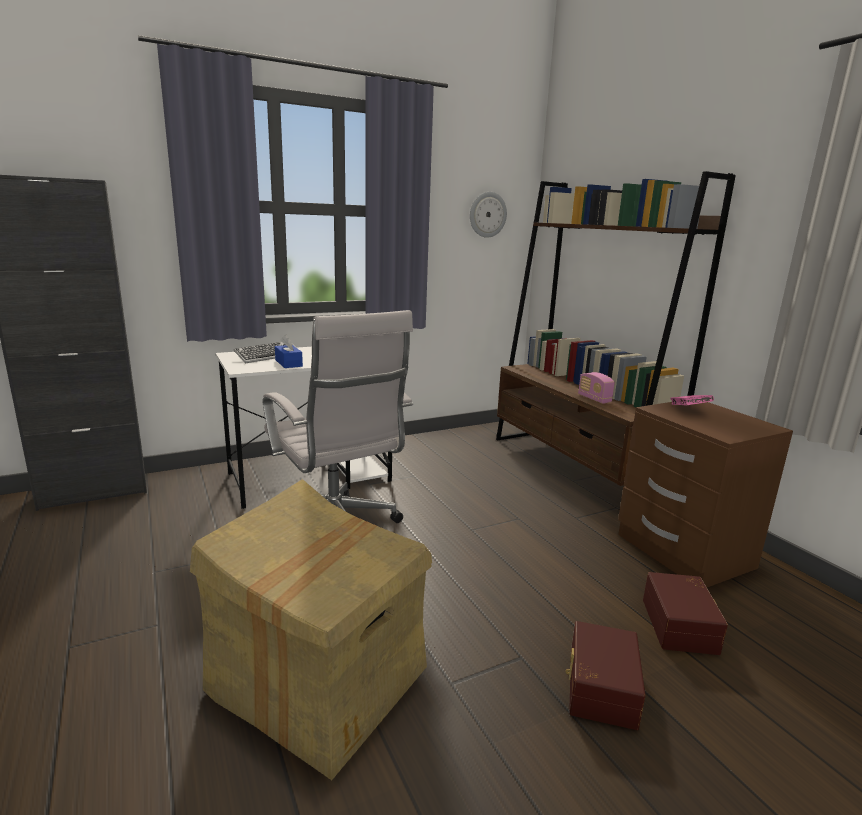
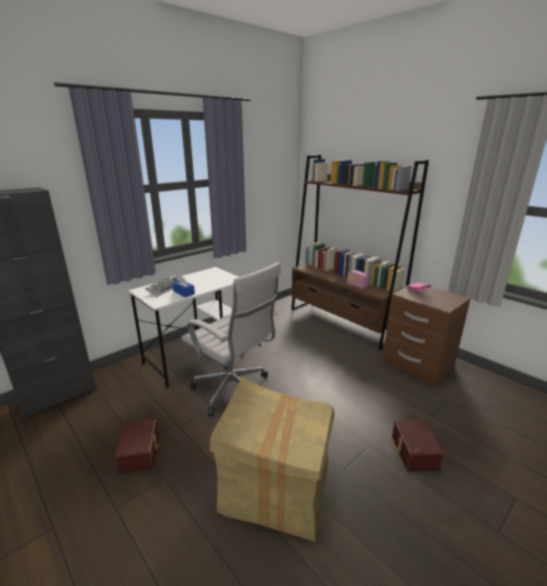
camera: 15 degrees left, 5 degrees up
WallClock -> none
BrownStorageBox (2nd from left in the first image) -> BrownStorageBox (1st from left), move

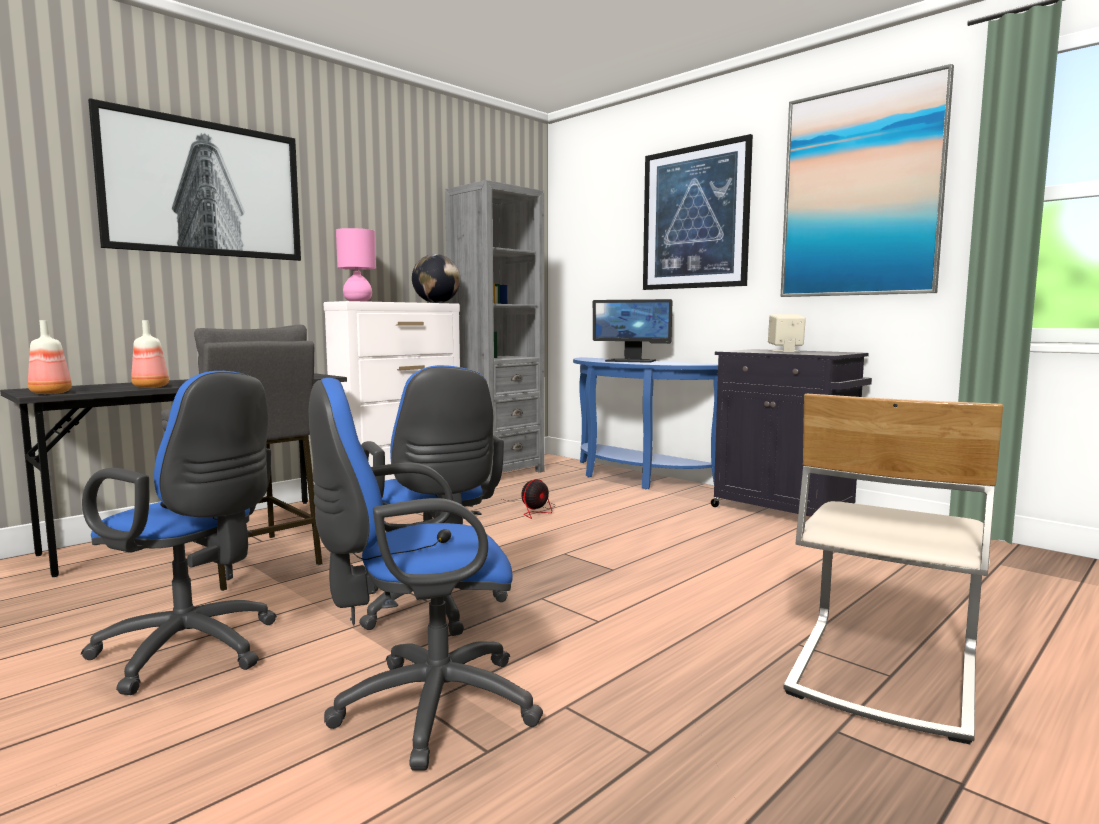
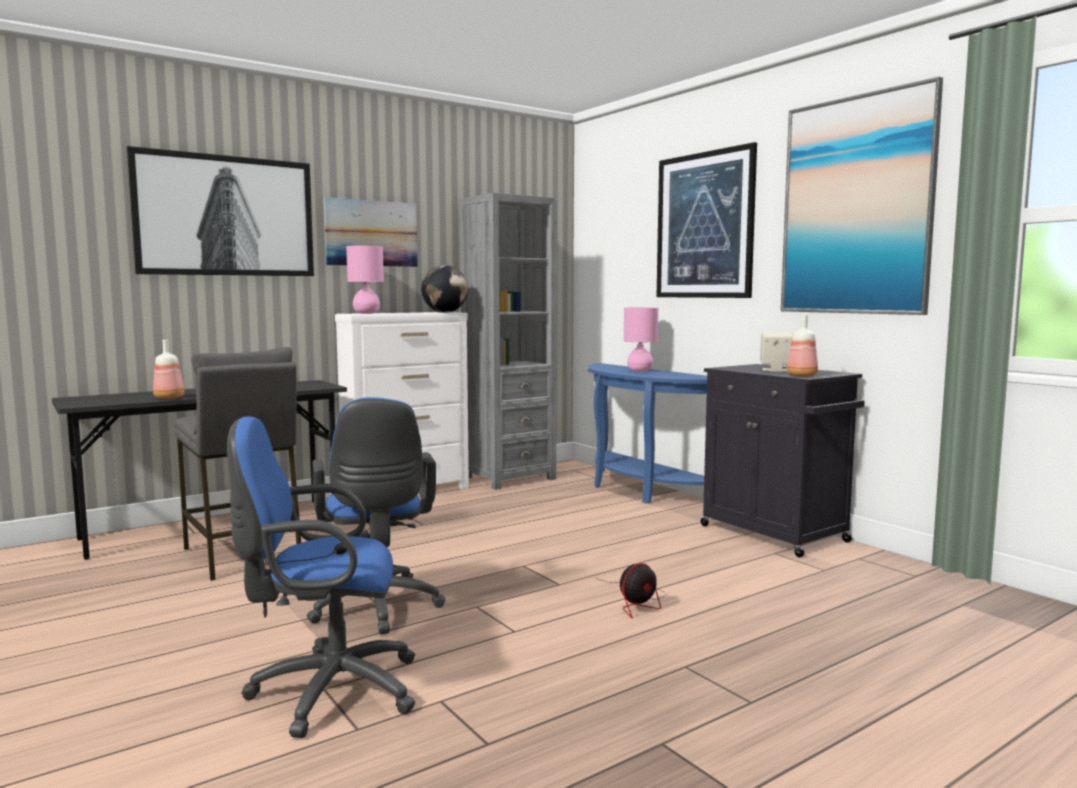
camera: 10 degrees right, 0 degrees up
BlueOfficeChair (1st from left) -> none
BeigeChair -> none
none -> Picture (2nd from left)
Bottle (1st from left in the first image) -> Bottle (2nd from left), move
Fan, move
Monitor -> PinkTableLamp (2nd from left)

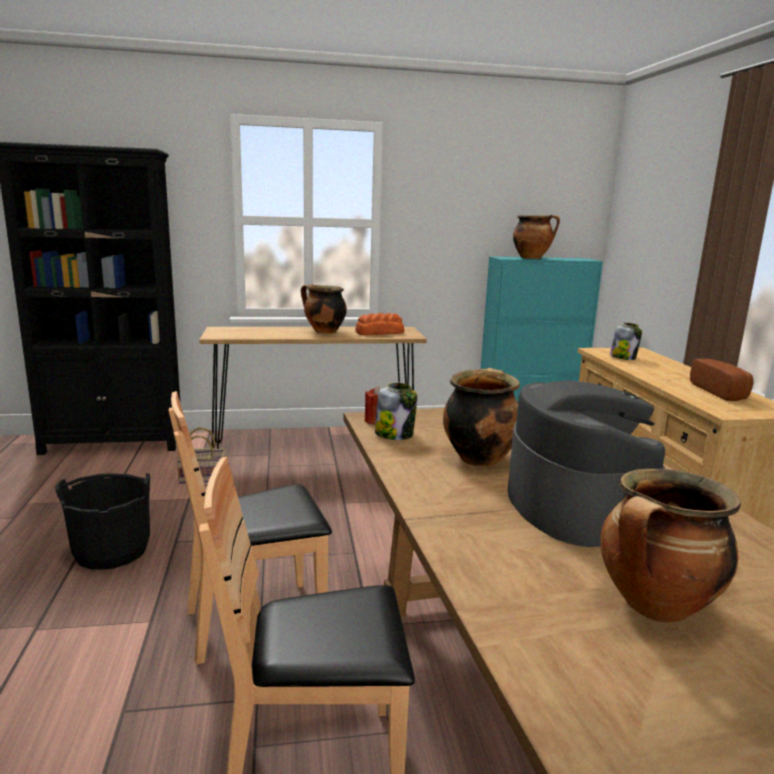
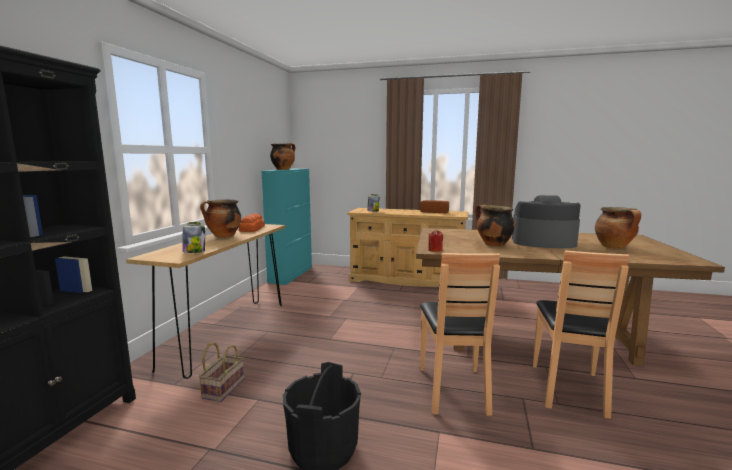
camera: 65 degrees left, 5 degrees down
Jar (1st from left), move

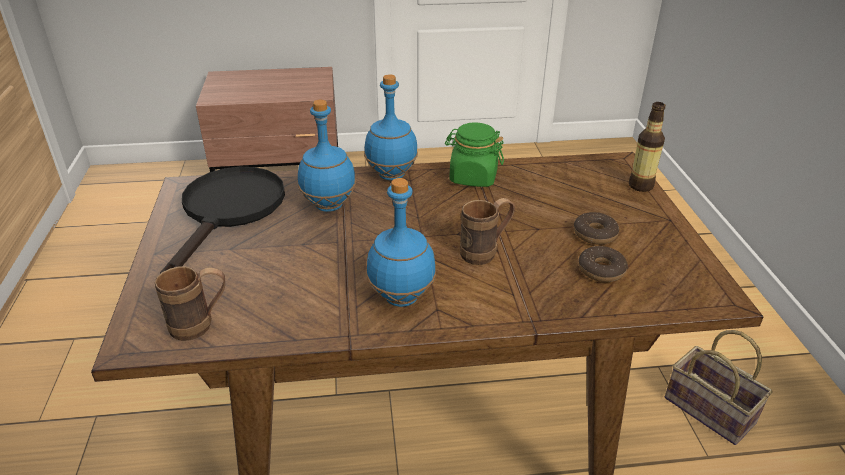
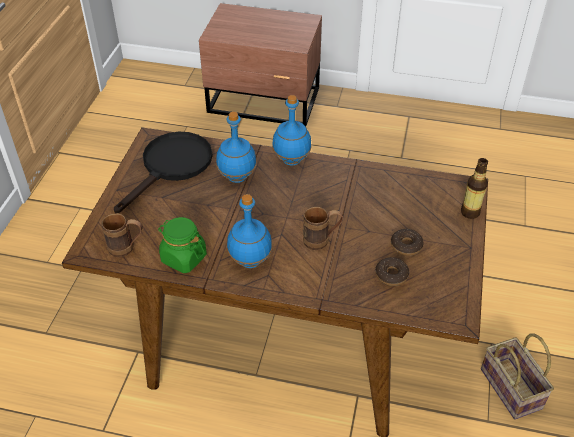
camera: 20 degrees right, 10 degrees up
GreenJar, move

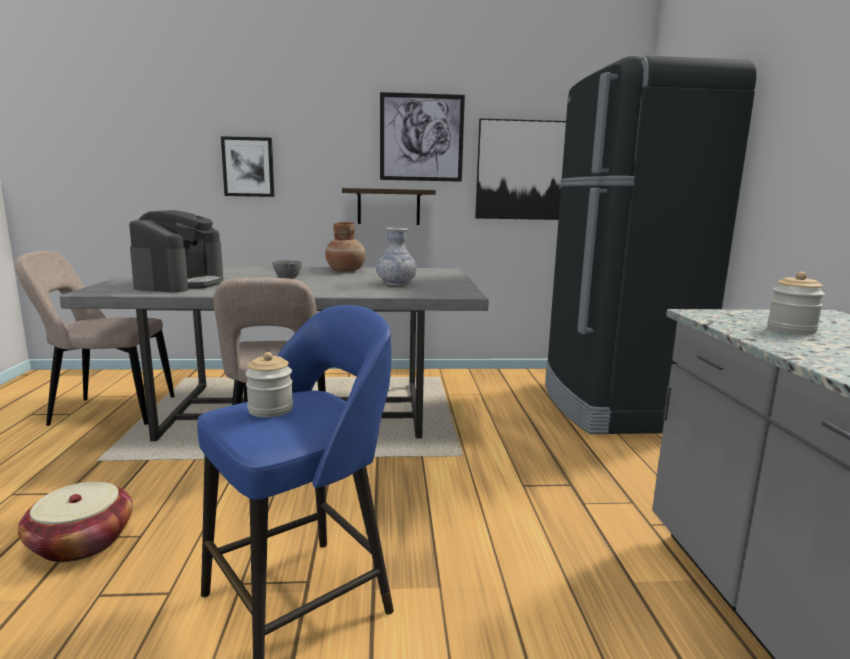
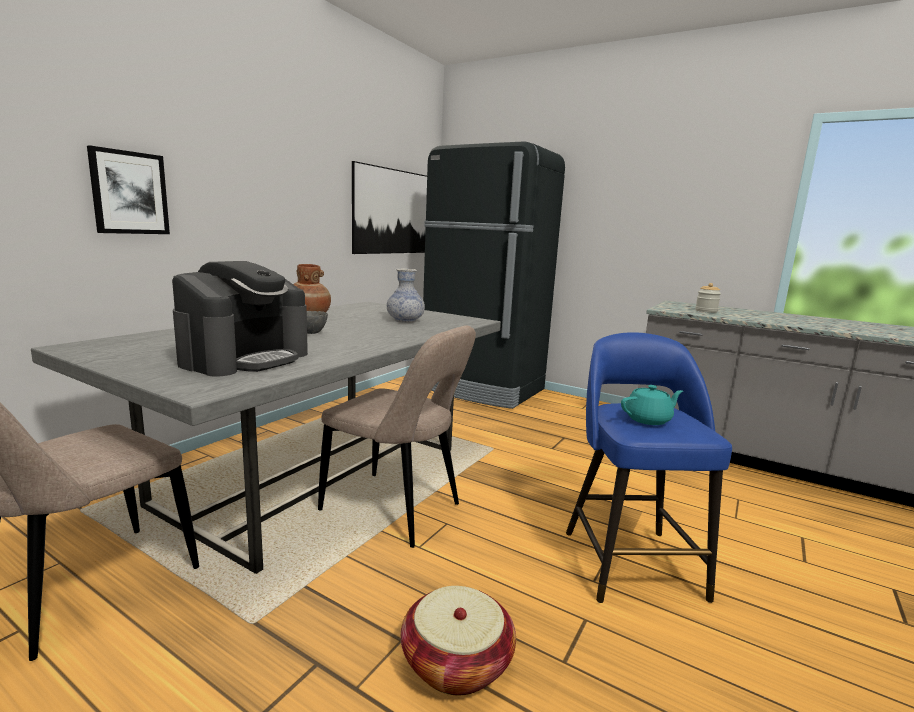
camera: 55 degrees left, 0 degrees up
Shelf -> none
Picture (2nd from left) -> none
Jar (1st from left) -> TurquoiseTeapot
CoffeeMachine, 75 degrees clockwise

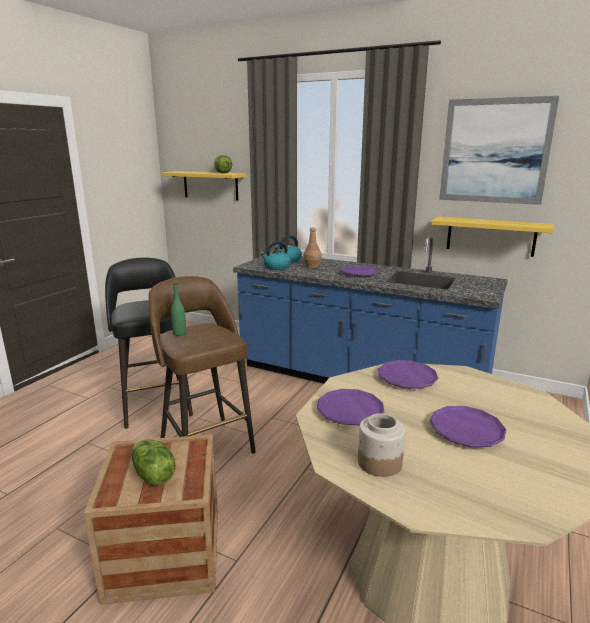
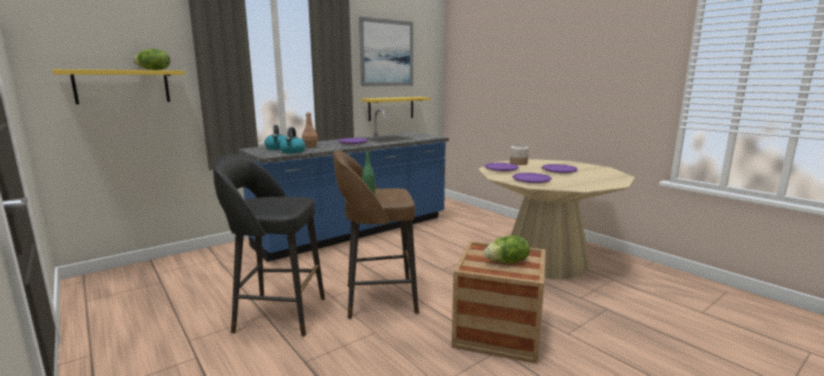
camera: 65 degrees left, 5 degrees down
Jar, move

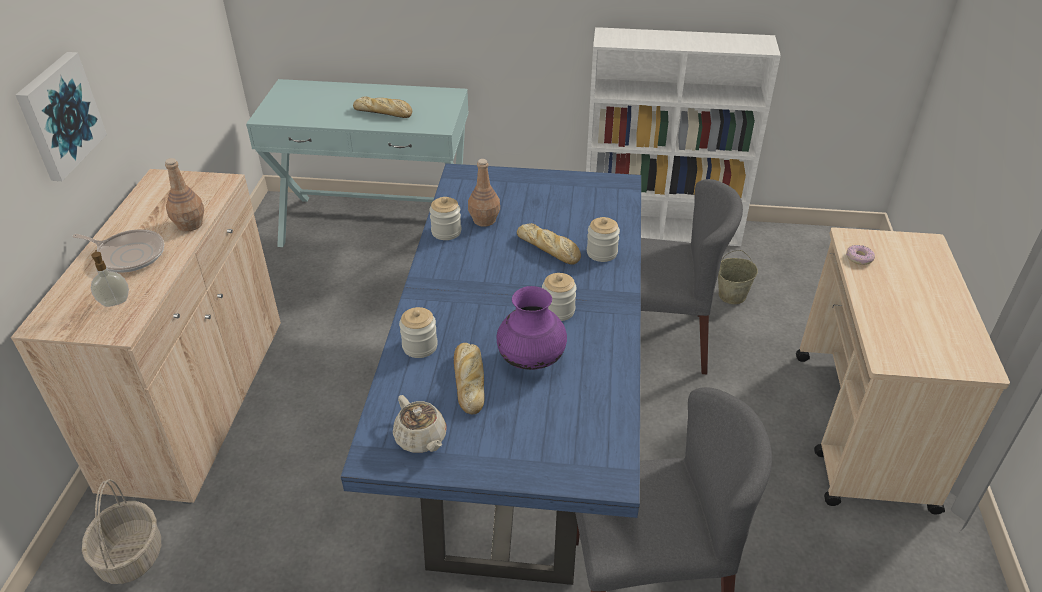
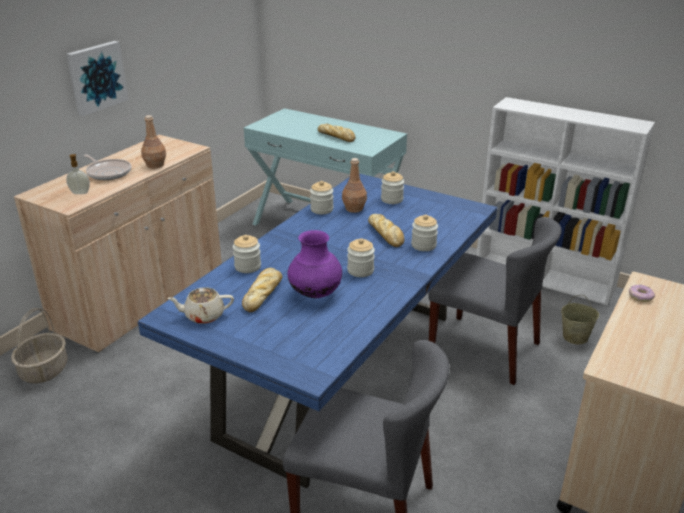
camera: 25 degrees right, 10 degrees down
none -> Jar (4th from left)
BeigeTeapot, 90 degrees clockwise

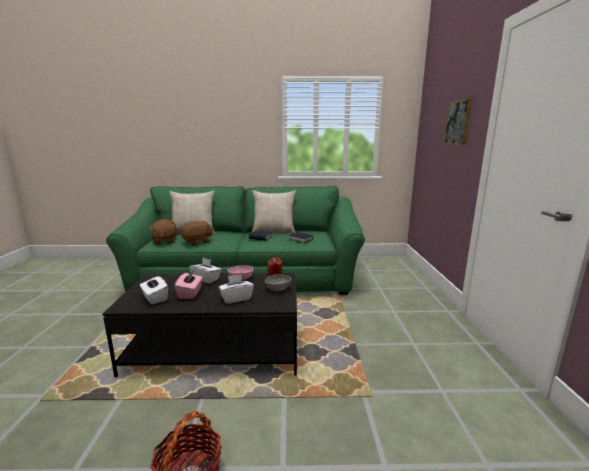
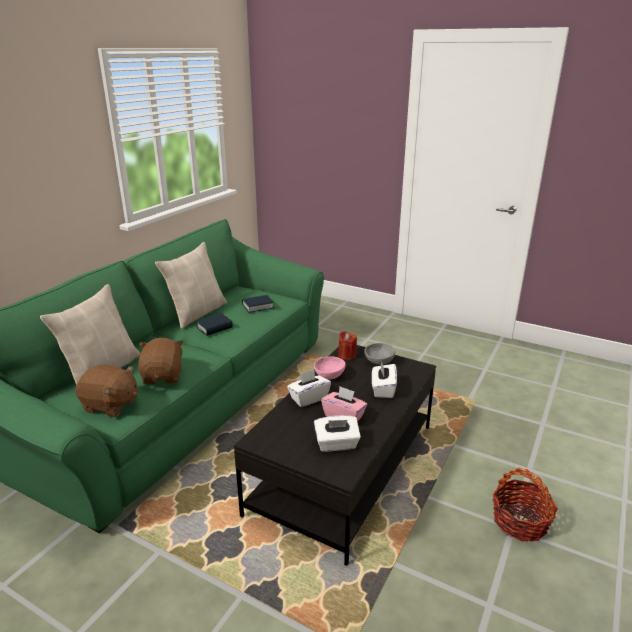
camera: 60 degrees left, 10 degrees up
Picture -> none

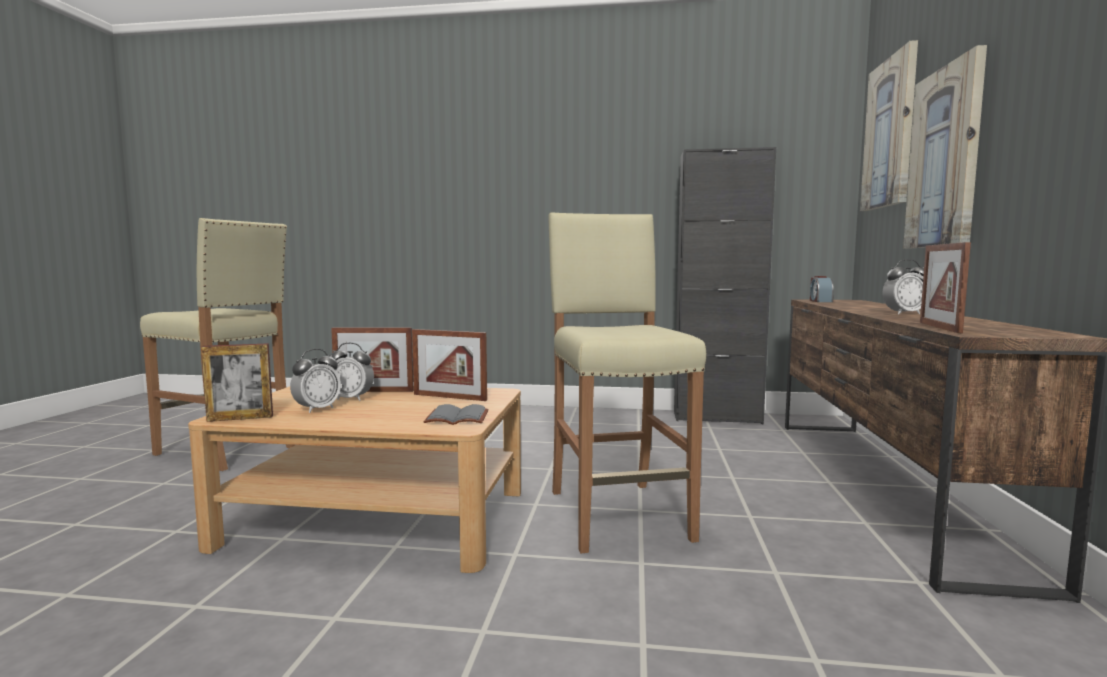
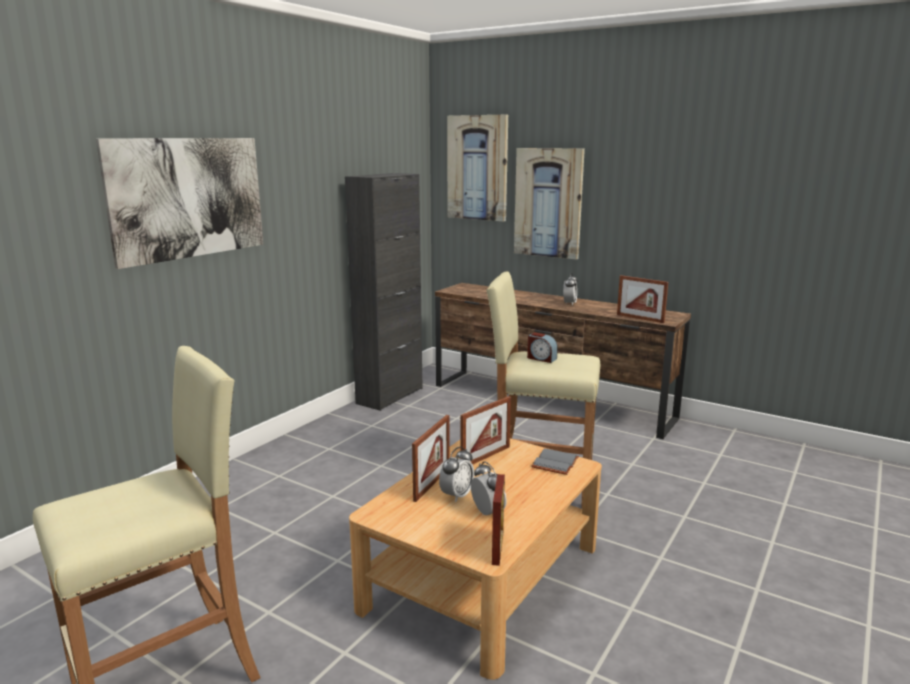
camera: 65 degrees left, 10 degrees up
none -> Picture (1st from left)
AlarmClock (3rd from left), move

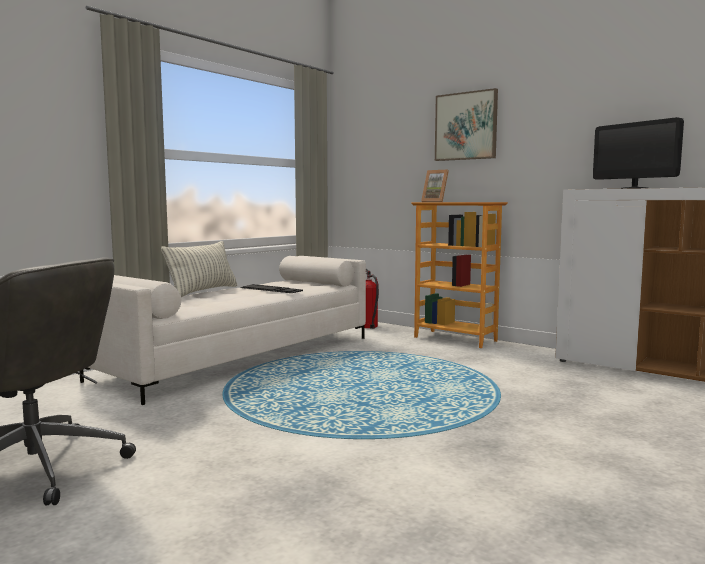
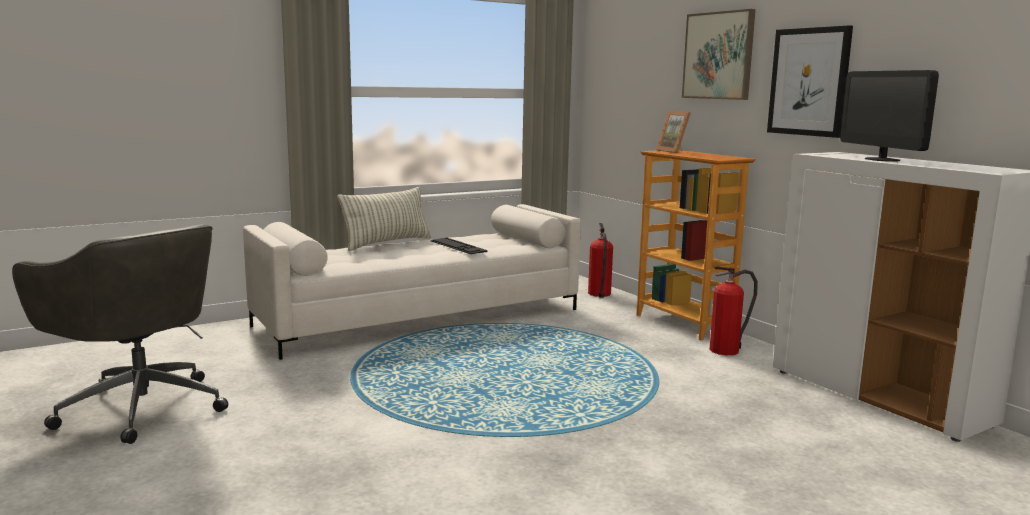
camera: 20 degrees right, 5 degrees up
none -> FireExtinguisher (2nd from left)
none -> Picture (2nd from left)

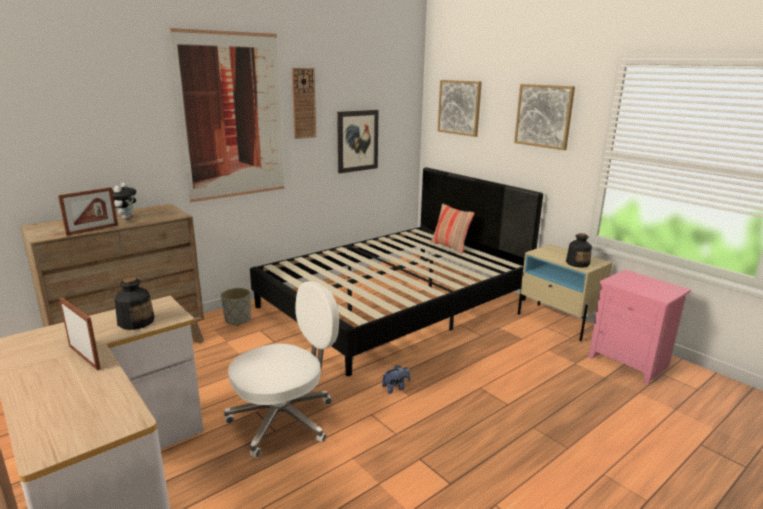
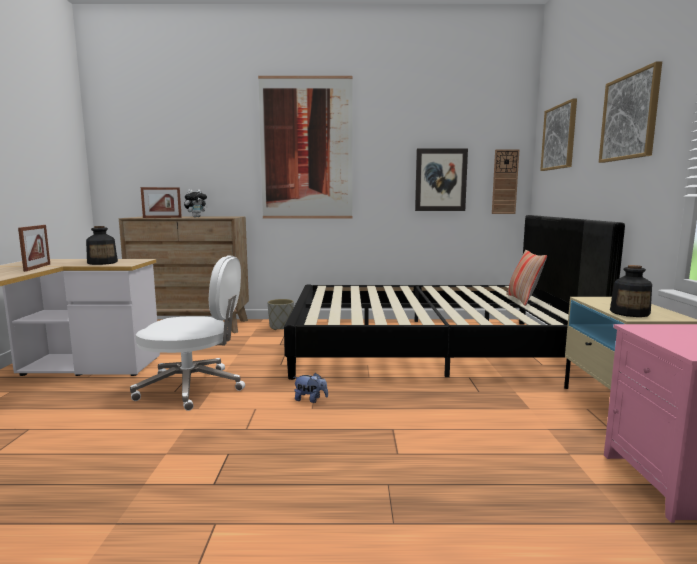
camera: 40 degrees right, 10 degrees down
WallClock, move

